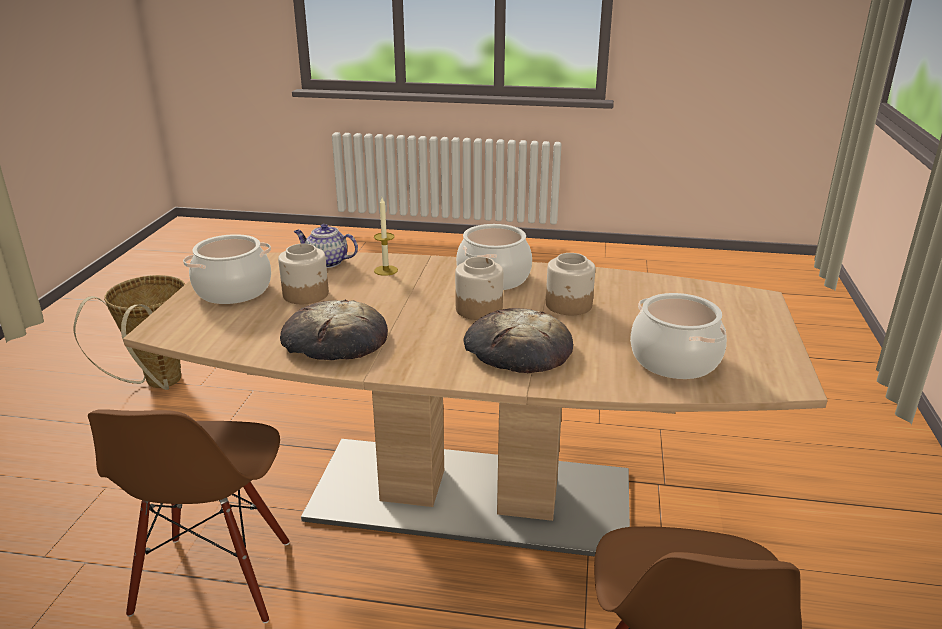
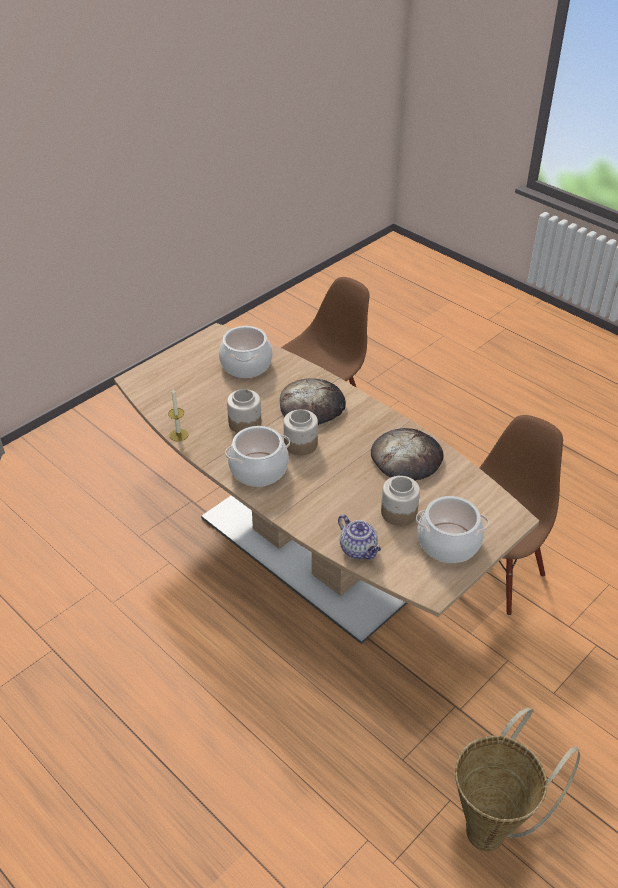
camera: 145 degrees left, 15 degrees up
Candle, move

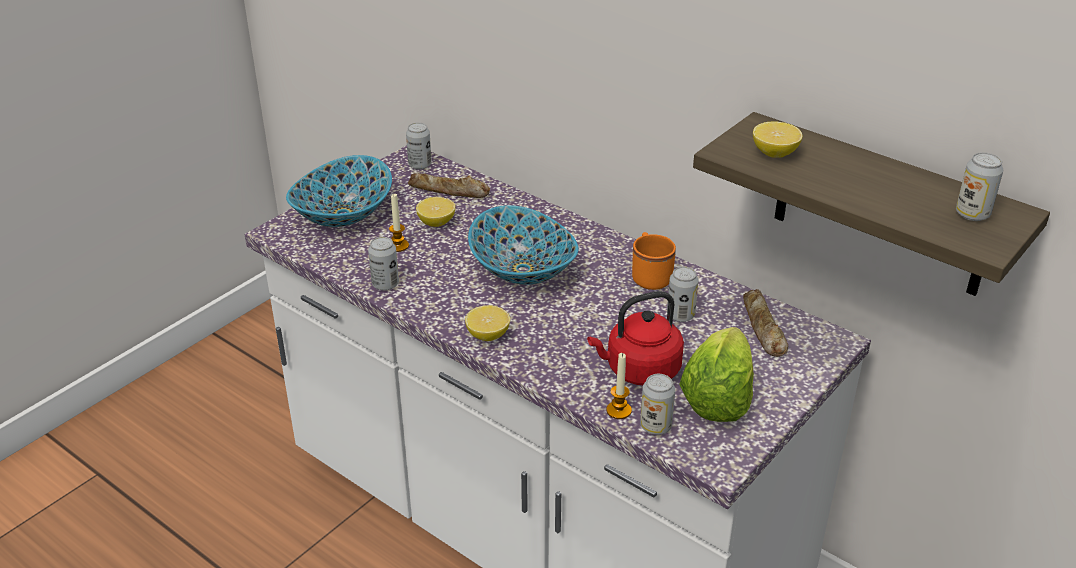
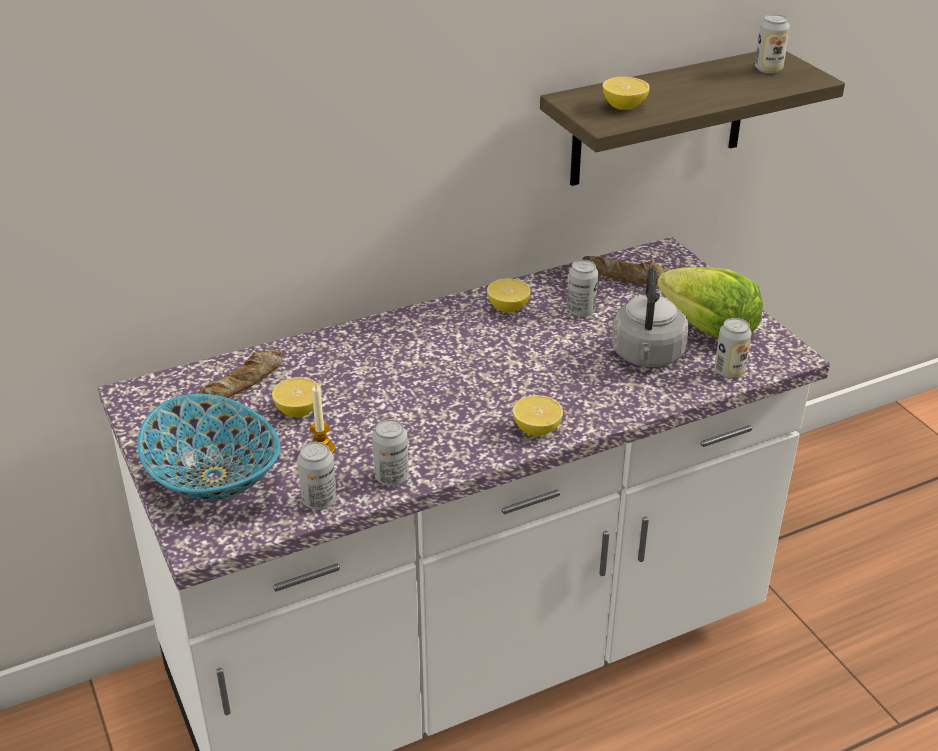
camera: 65 degrees left, 0 degrees up
Bowl (2nd from left) -> none
Candle (2nd from left) -> none
Can (2nd from left in the first image) -> Can (1st from left), move
OrangeMug -> Lemon (2nd from left)
RedKettle -> GreyKettle

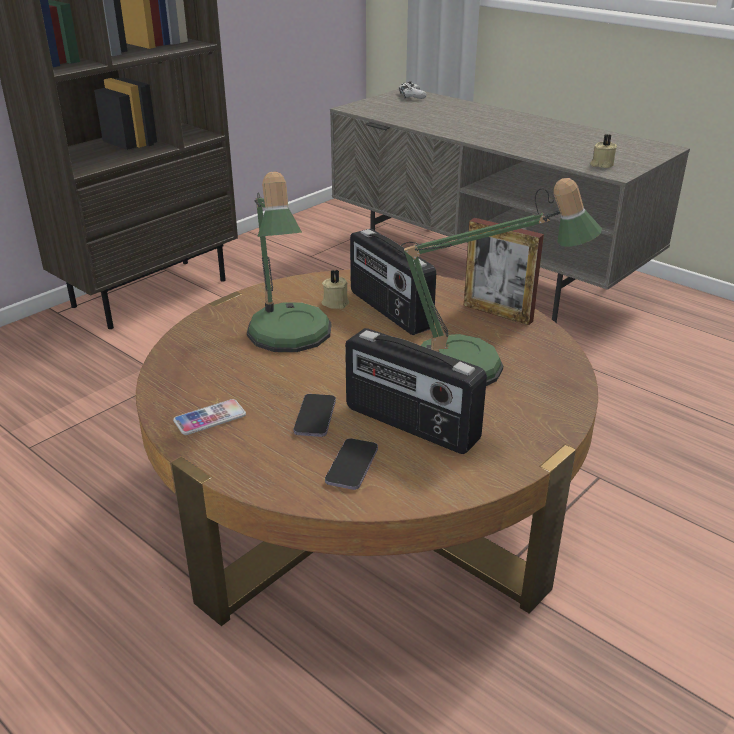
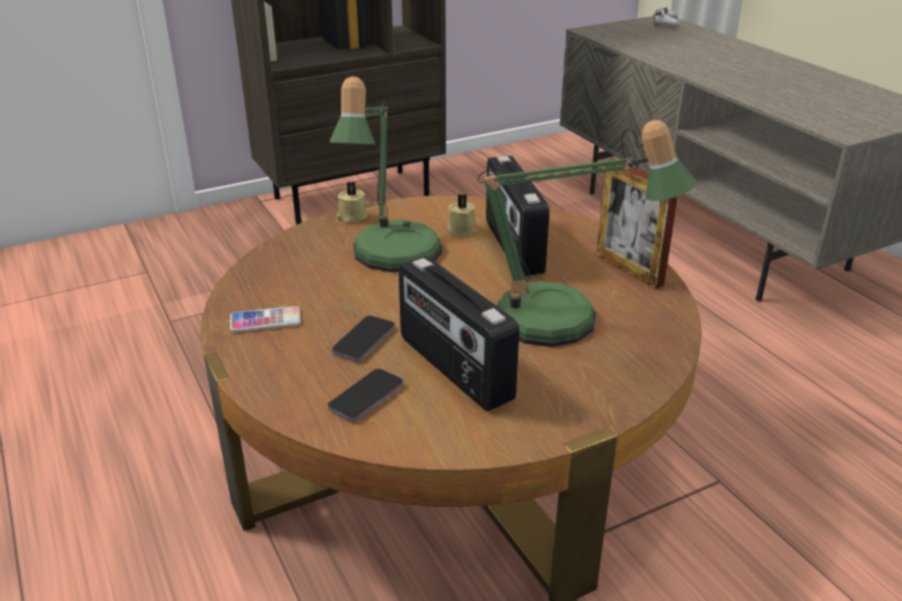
camera: 20 degrees right, 0 degrees up
BeigeCandle (2nd from left in the first image) -> BeigeCandle (1st from left), move

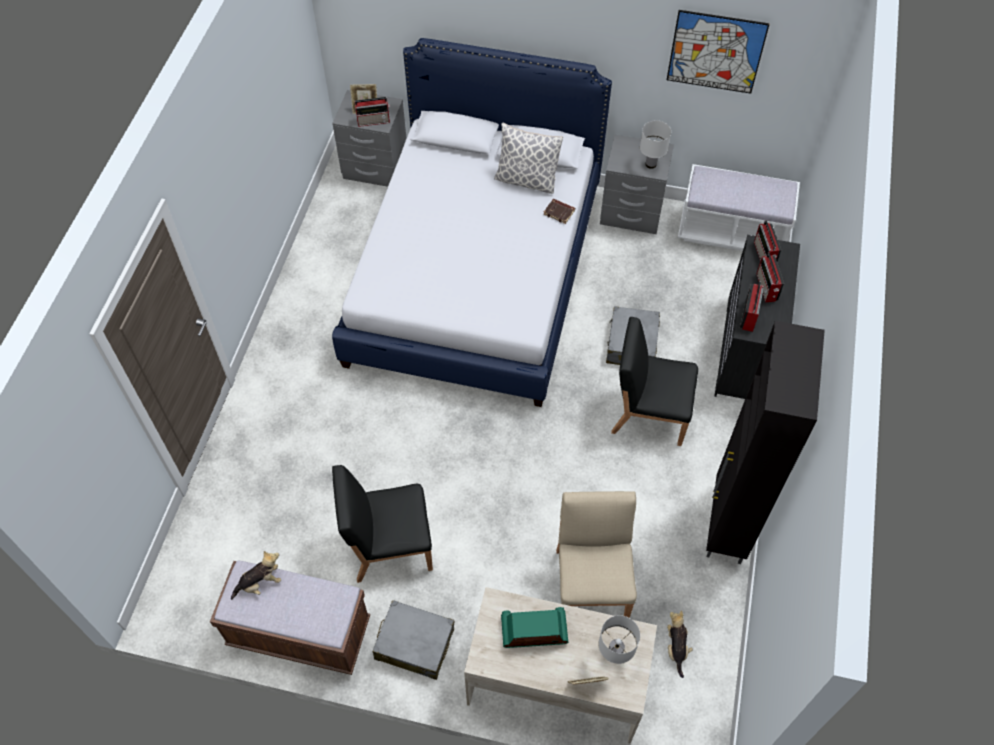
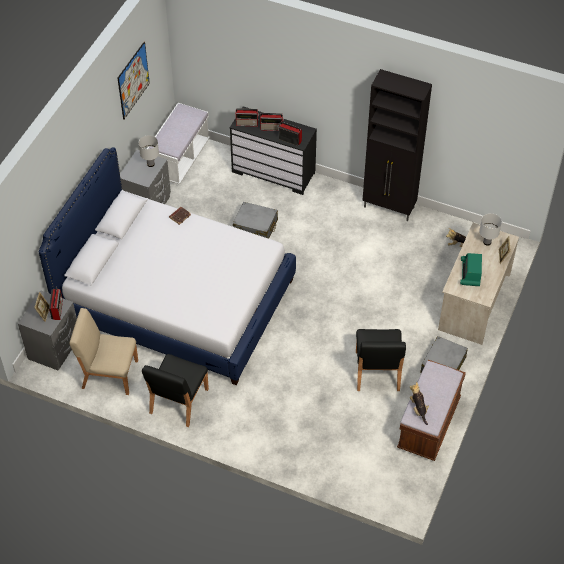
camera: 80 degrees left, 5 degrees down
Pillow -> none
BeigeChair, move
BlackChair (2nd from left in the first image) -> BlackChair (1st from left), move

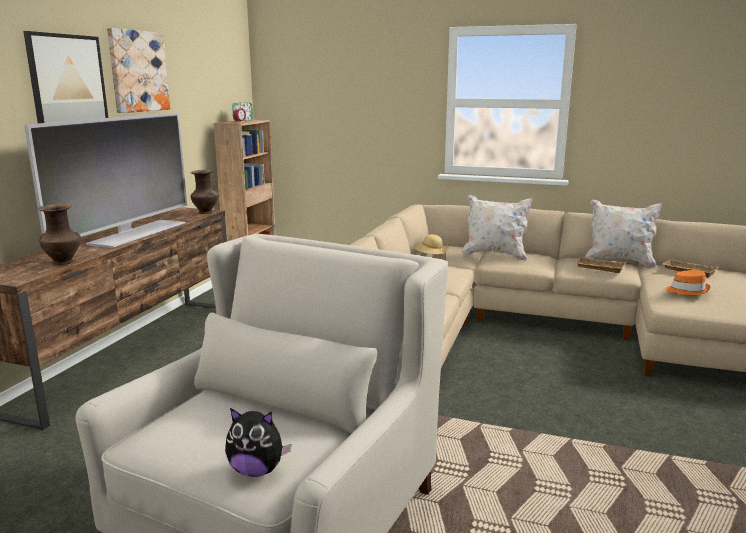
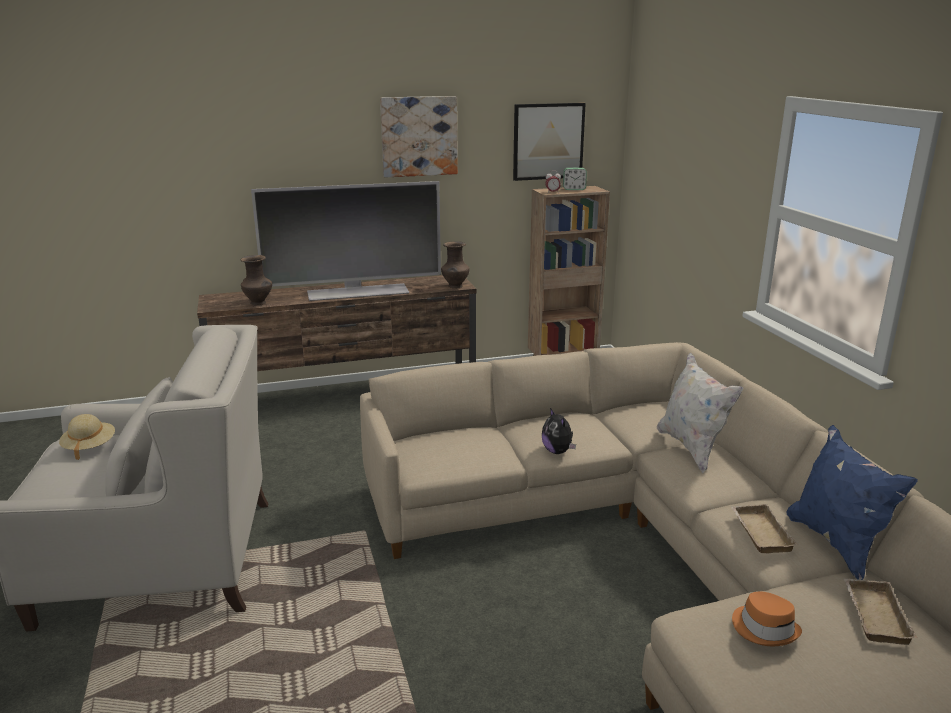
camera: 55 degrees right, 5 degrees up
Picture (1st from left in the first image) -> Picture (2nd from left), move
PlushToy, move
BeigeHat, move
WhitePillow (2nd from left) -> BluePillow

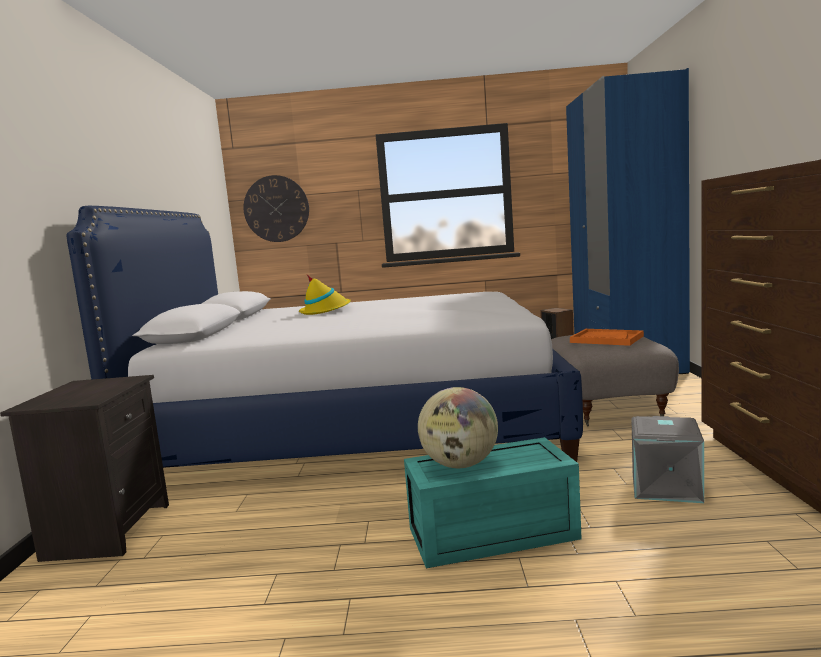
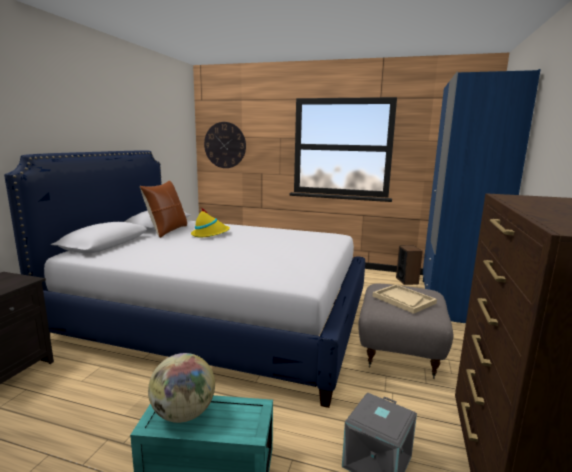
camera: 15 degrees right, 5 degrees up
none -> BrownPillow
OrangeTray -> BeigeTray

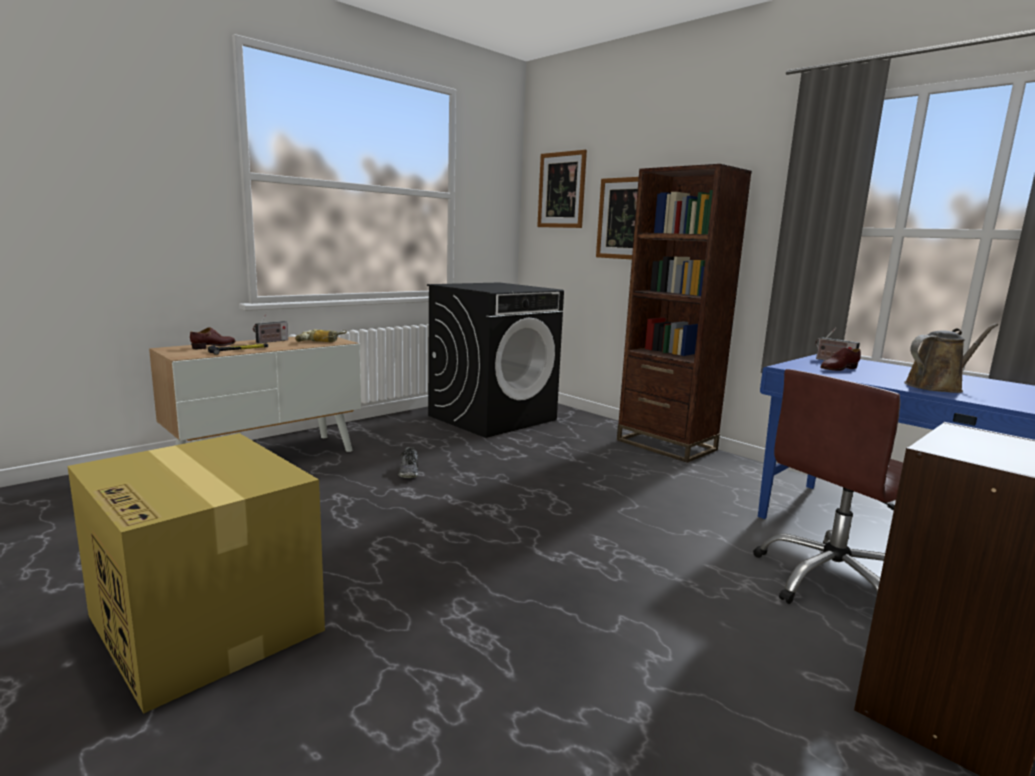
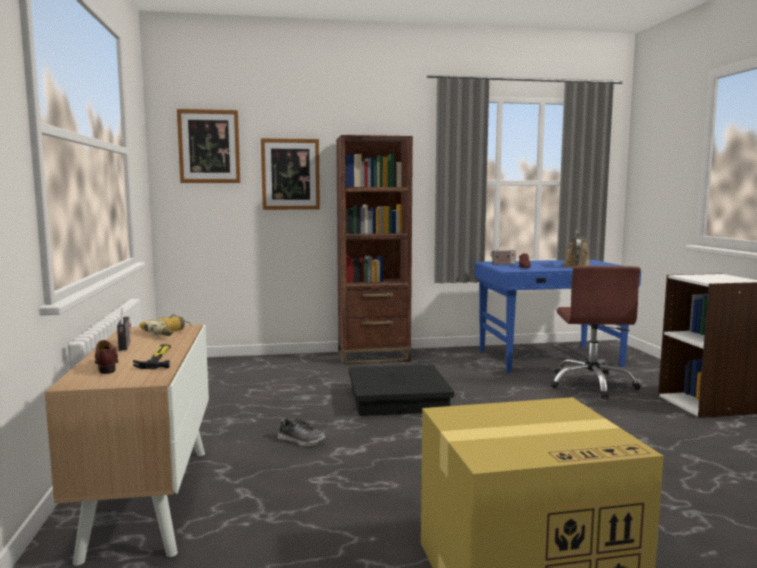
camera: 55 degrees left, 5 degrees down
BlackWashingMachine -> none
none -> BlackStorageBox

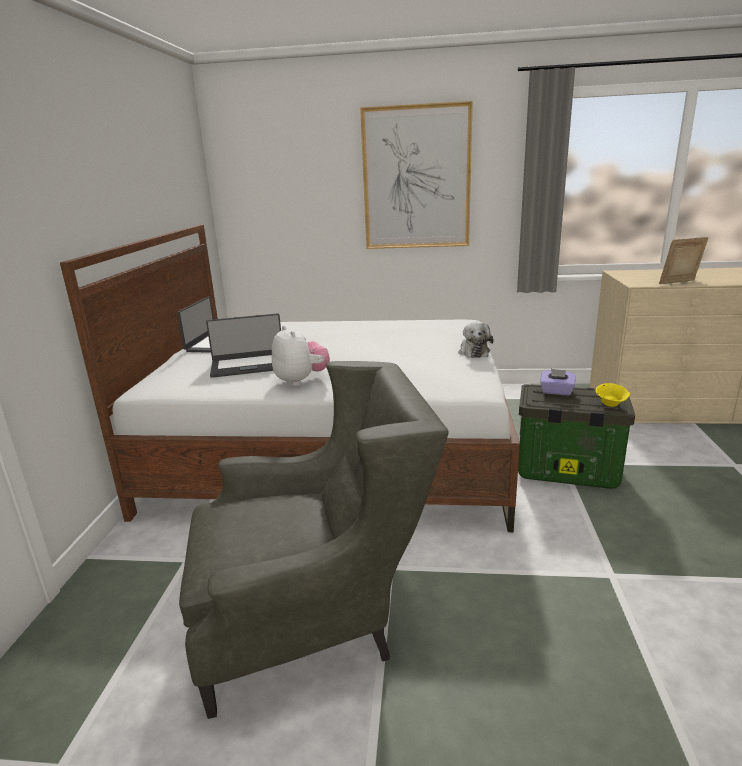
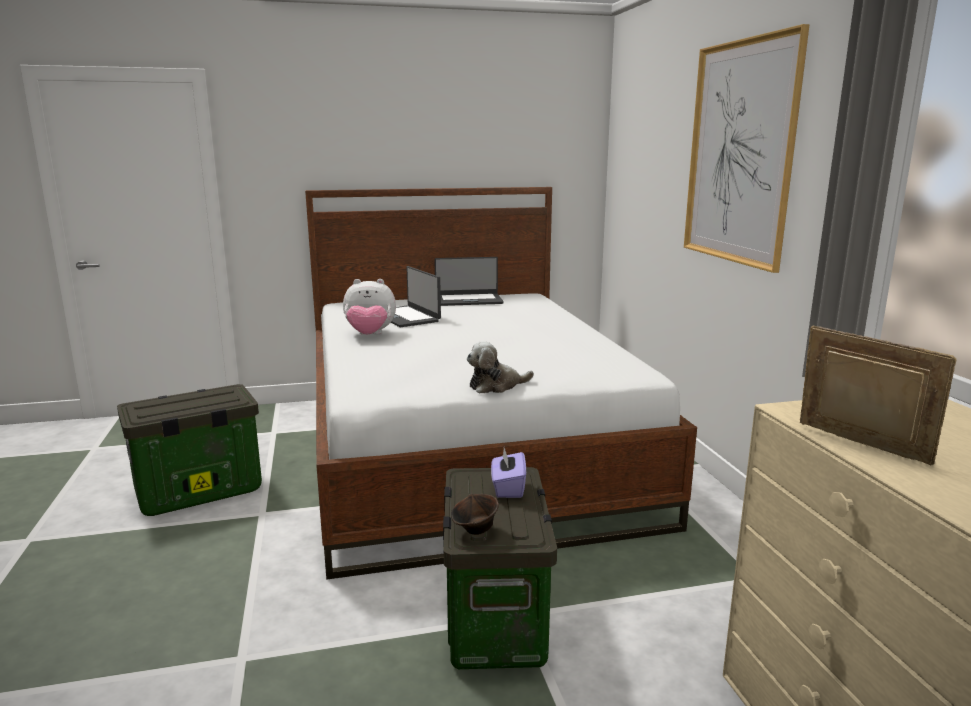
camera: 70 degrees right, 5 degrees down
GreyArmchair -> StorageBox (1st from left)
YellowBowl -> BrownBowl
PlushToy (1st from left), 45 degrees clockwise

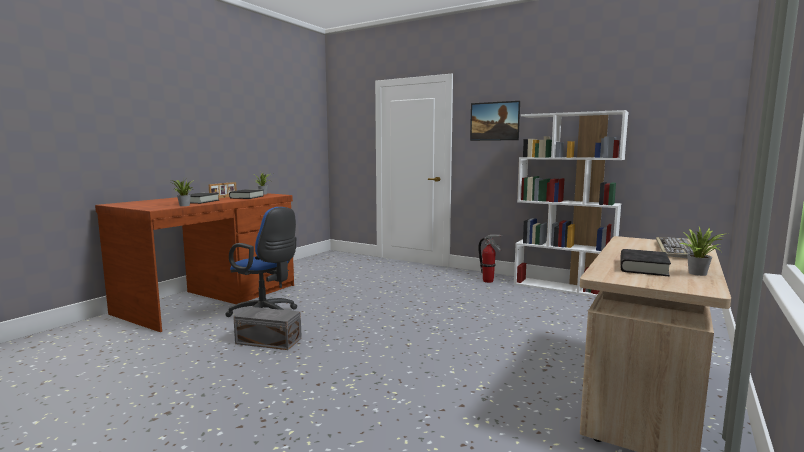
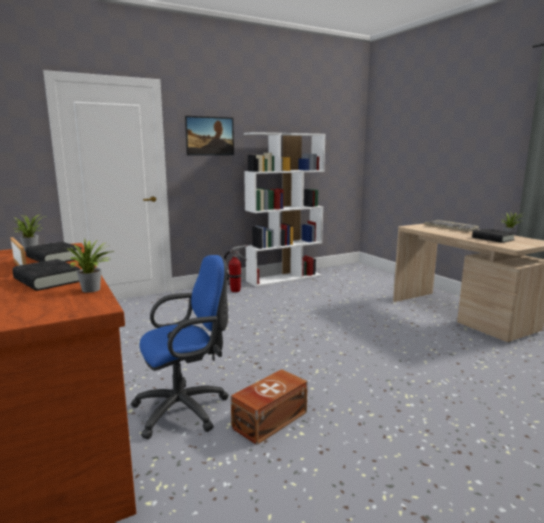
camera: 60 degrees left, 5 degrees up
GreyStorageBox -> BrownStorageBox

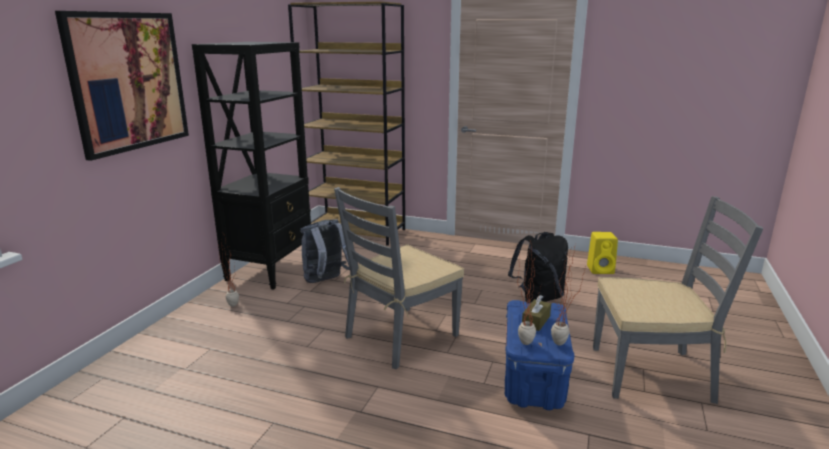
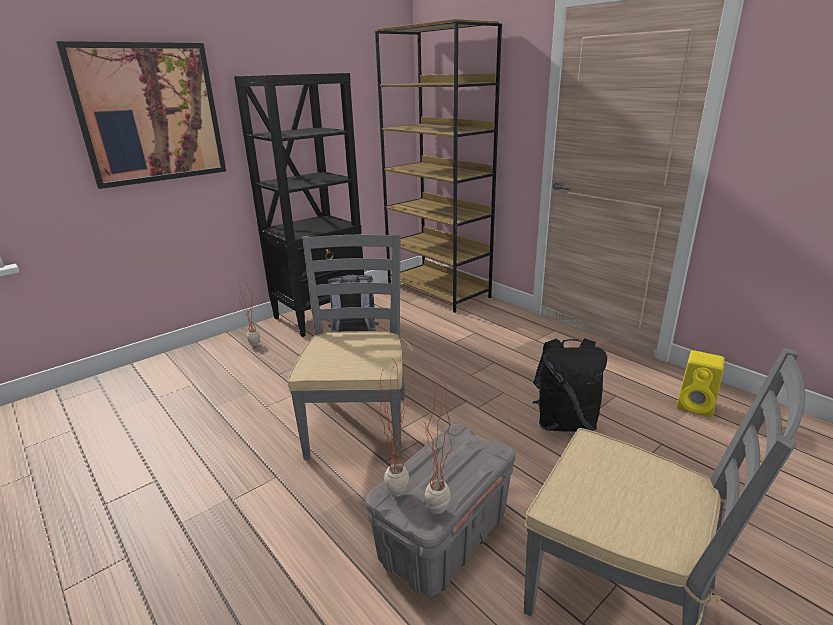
camera: 30 degrees right, 5 degrees up
BrownTissueBox -> none
BlueStorageBox -> GreyStorageBox
GreyChair (1st from left), 105 degrees clockwise

